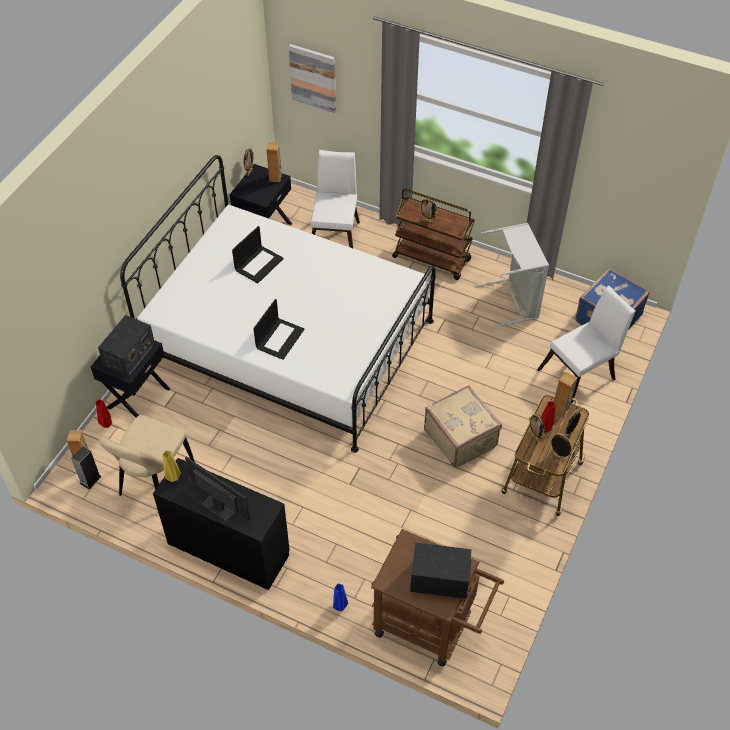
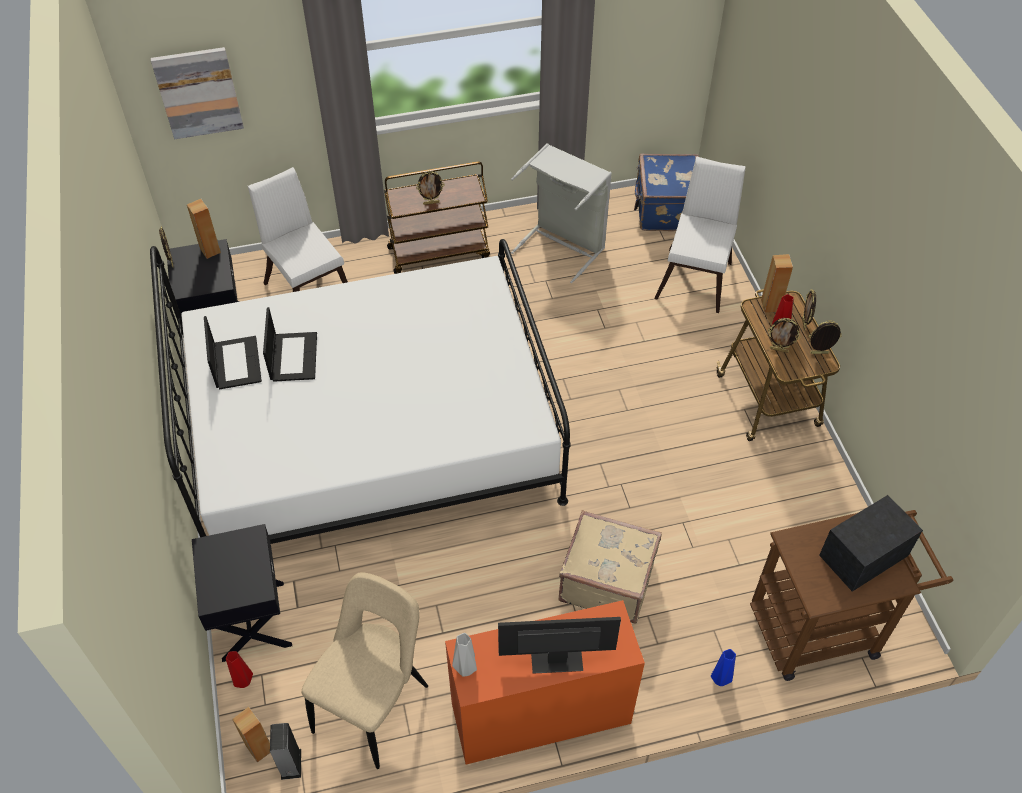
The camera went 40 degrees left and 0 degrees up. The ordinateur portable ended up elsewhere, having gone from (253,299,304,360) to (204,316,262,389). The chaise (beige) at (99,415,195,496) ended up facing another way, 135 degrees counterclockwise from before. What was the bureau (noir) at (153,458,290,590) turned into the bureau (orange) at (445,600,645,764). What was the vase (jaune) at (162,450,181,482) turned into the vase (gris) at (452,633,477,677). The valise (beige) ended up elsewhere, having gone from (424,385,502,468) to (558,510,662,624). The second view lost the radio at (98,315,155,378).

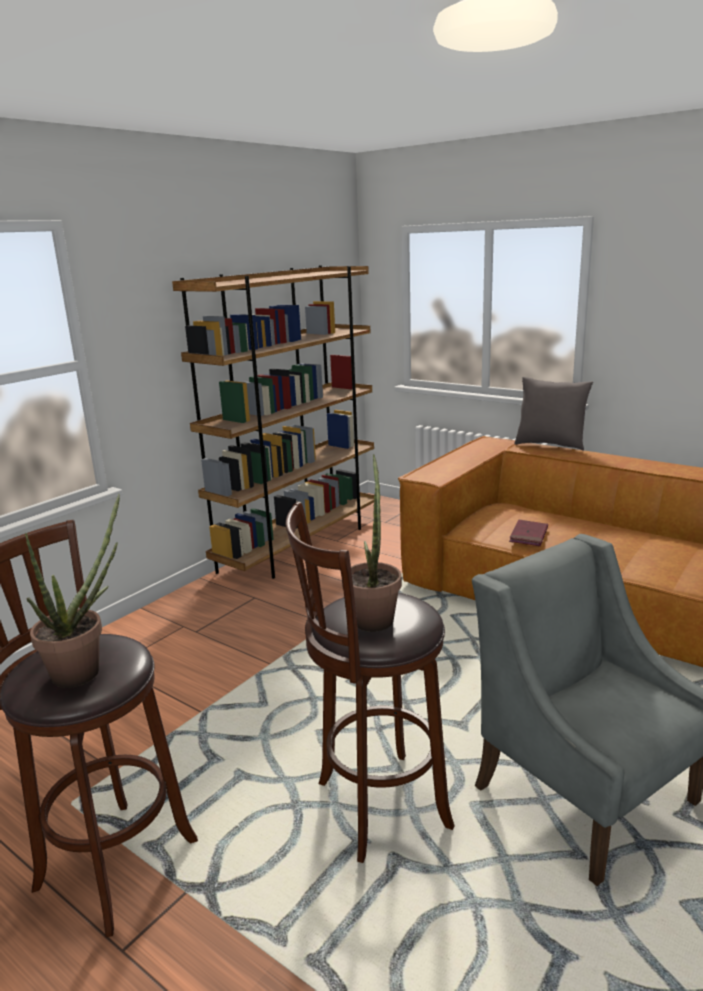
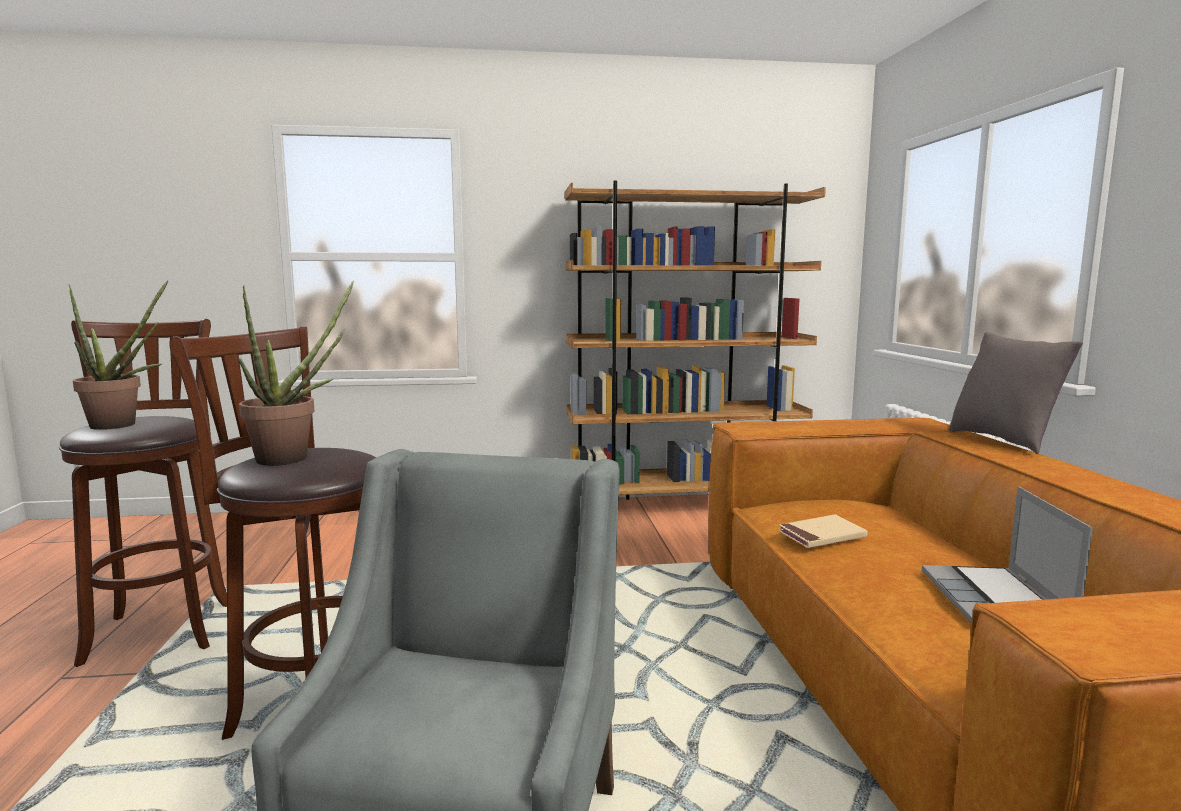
The camera went 45 degrees right and 10 degrees down. What was the livre (rouge) at (509,520,548,546) turned into the livre (beige) at (779,514,867,548). The second view gained the ordinateur portable at (922,486,1093,624).

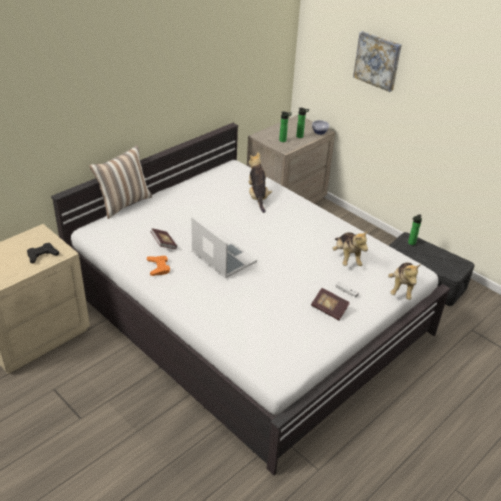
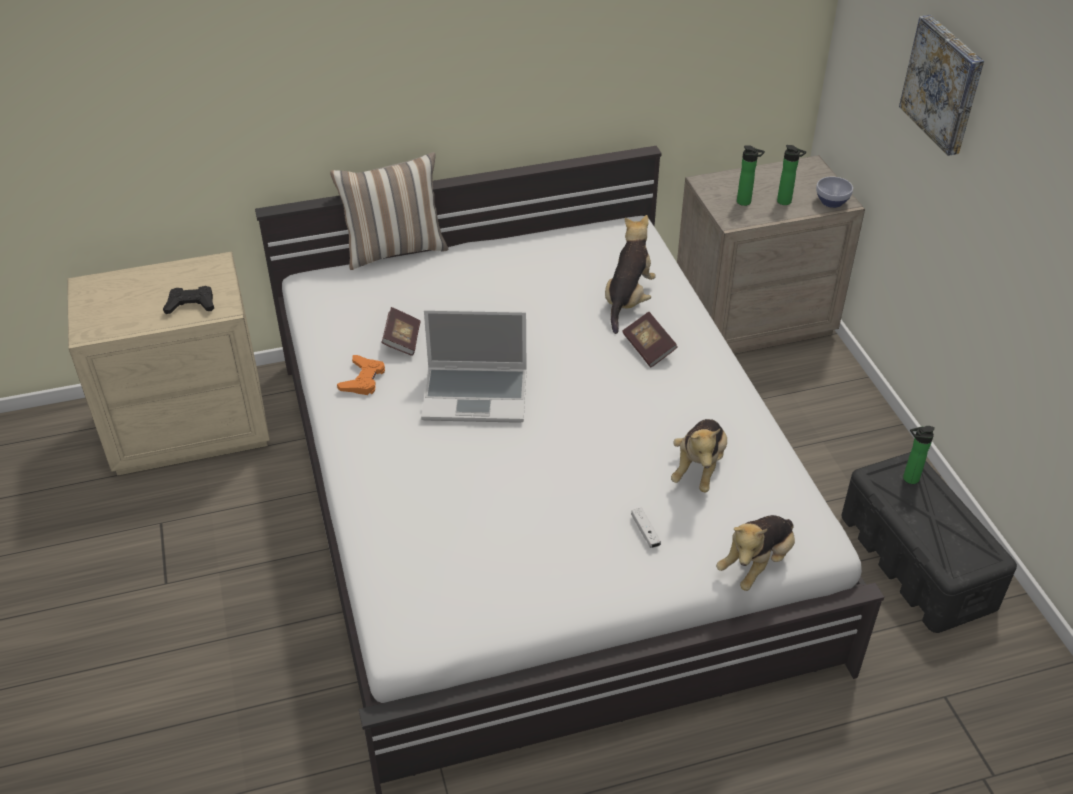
The camera went 30 degrees right and 5 degrees up. The ordinateur portable at (191,217,257,278) ended up facing another way, 105 degrees clockwise from before. The livre ended up elsewhere, having gone from (311,288,350,321) to (622,312,678,367).

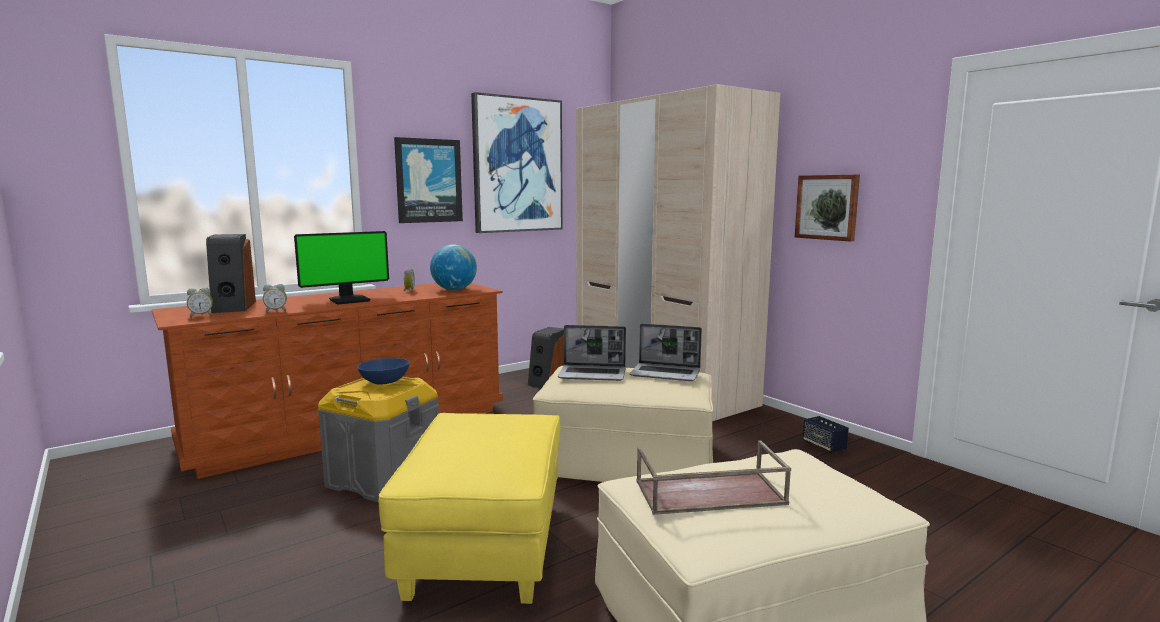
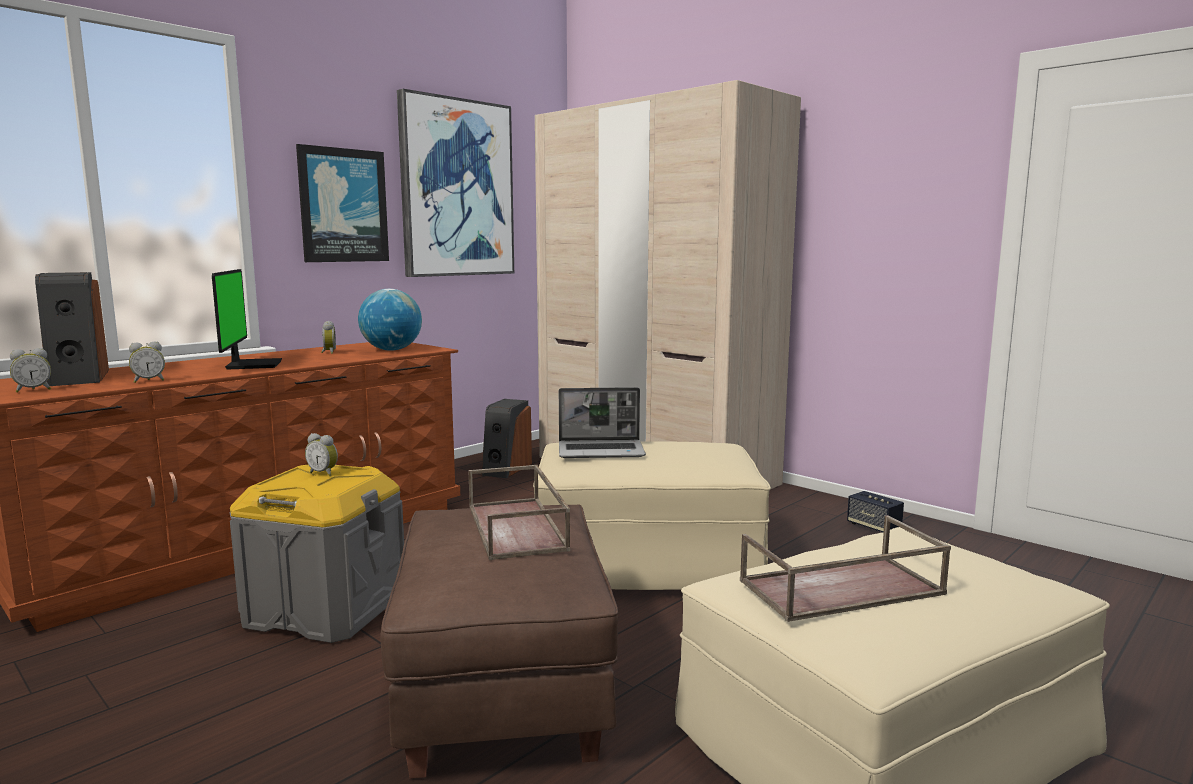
The camera went 10 degrees left and 0 degrees up. The écran d'ordinateur at (294,231,389,305) ended up facing another way, 60 degrees counterclockwise from before. Where the bol (bleu) stood at (357,358,410,385), the réveil came to stand at (305,433,338,476). What was the pouf (jaune) at (379,413,560,604) turned into the pouf (marron) at (381,504,618,779). The second view gained the plateau (marron) at (468,465,570,560). The second view lost the ordinateur portable at (630,323,702,381). The second view lost the tableau at (795,174,860,242).

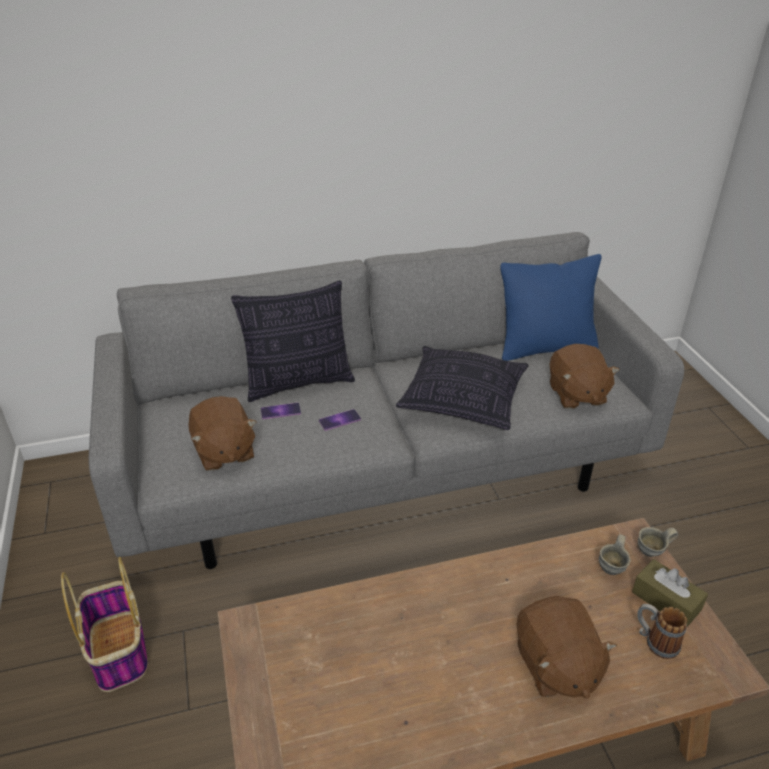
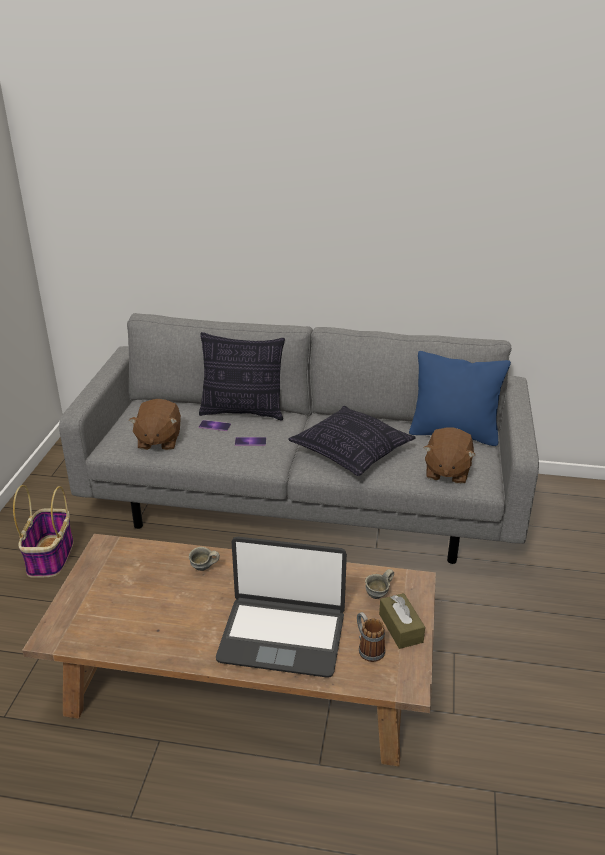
The camera went 25 degrees right and 5 degrees down. The mug (gris) ended up elsewhere, having gone from (638,527,678,557) to (189,547,220,571). Where the peluche (marron) stood at (516,596,617,699), the ordinateur portable came to stand at (216,537,347,678).

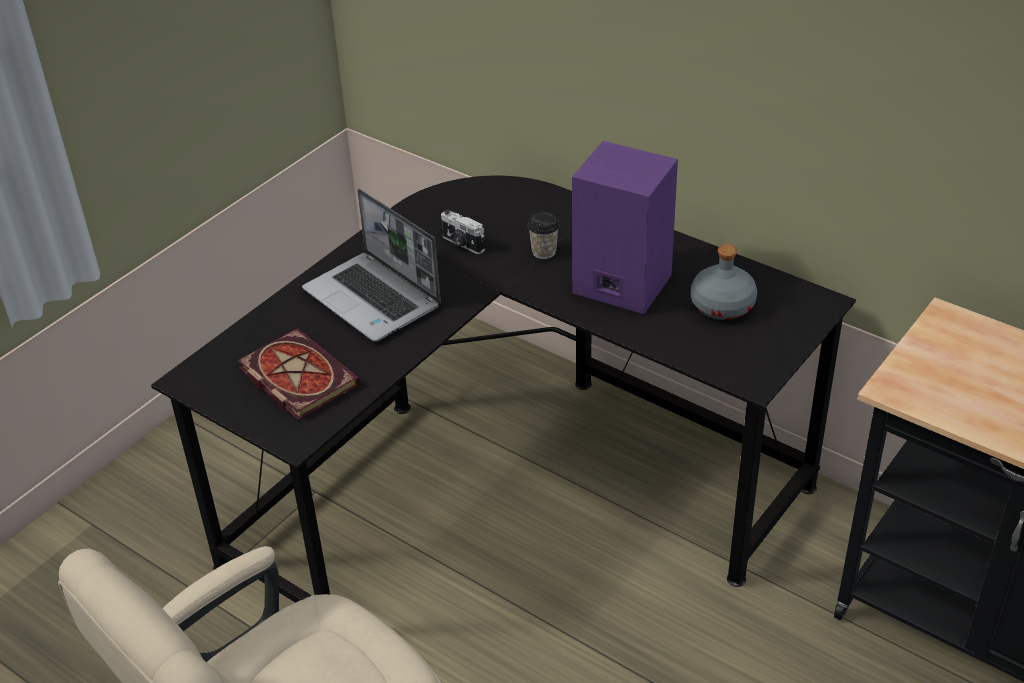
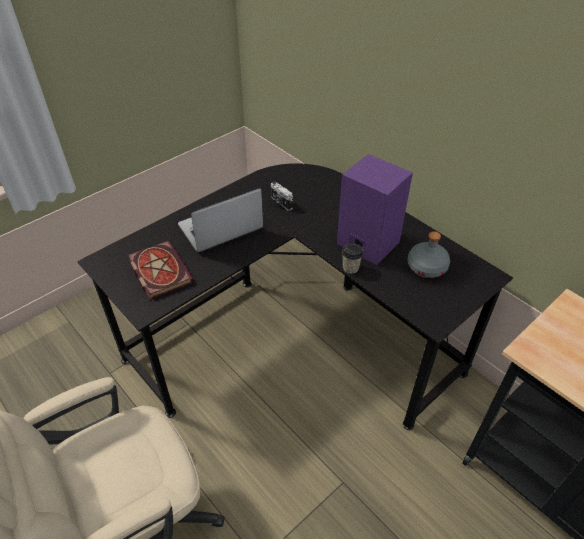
The camera went 10 degrees right and 5 degrees up. The ordinateur portable at (302,189,441,342) ended up facing another way, 90 degrees clockwise from before. The tasse ended up elsewhere, having gone from (528,212,559,259) to (342,243,363,274).

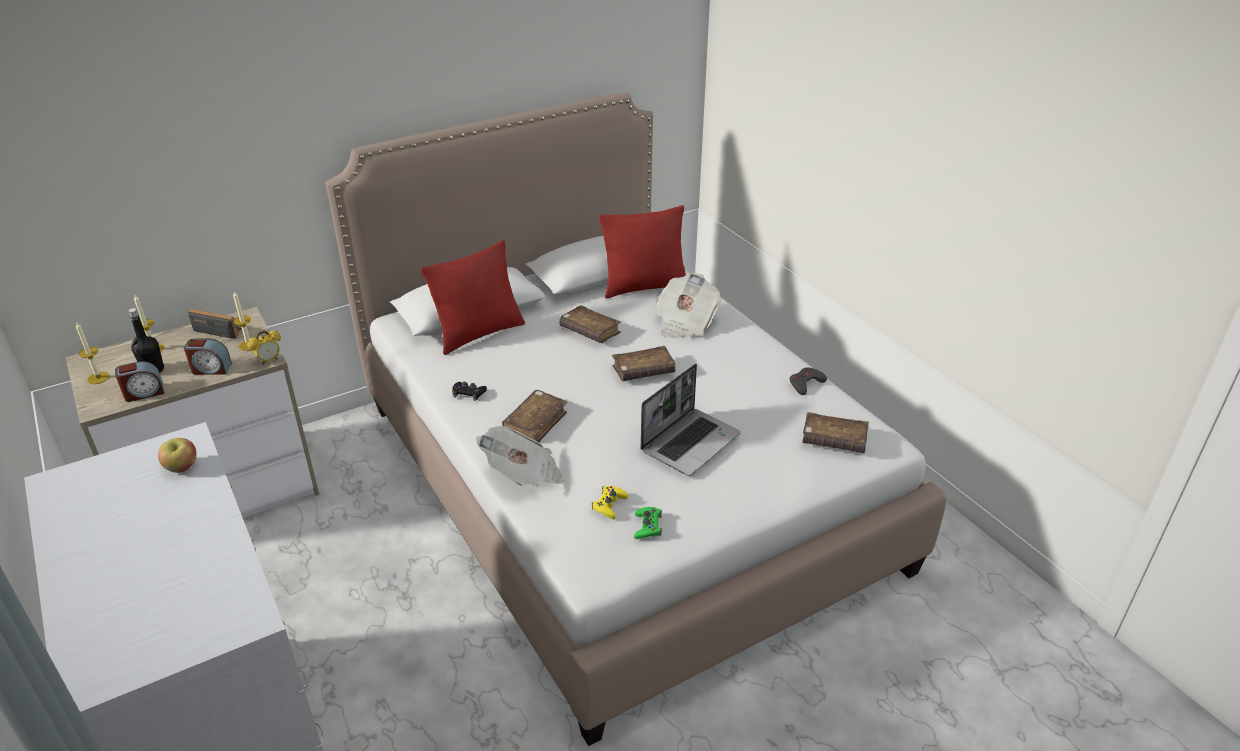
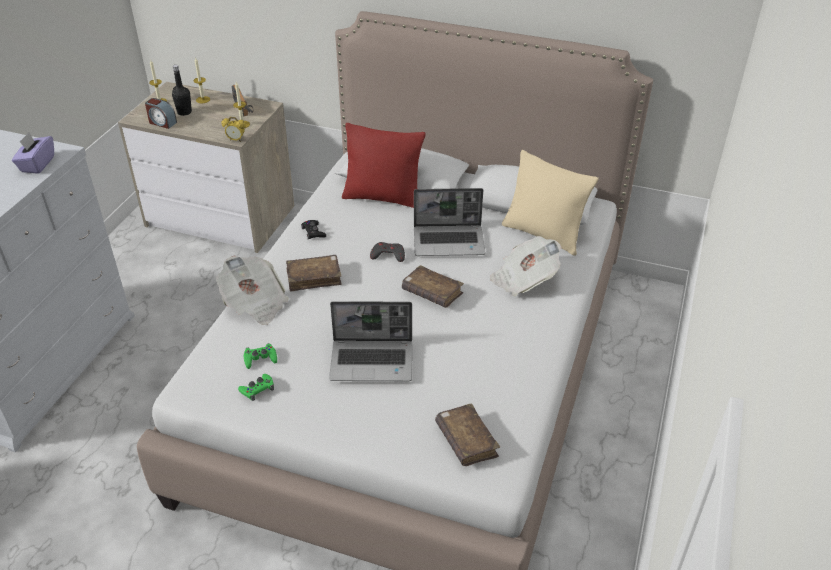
The camera went 50 degrees right and 5 degrees up. Where the pomme stood at (158,438,197,473), the boîte à mouchoirs (violet) came to stand at (12,133,54,174). What was the manette (jaune) at (592,486,628,519) turned into the manette (vert) at (244,343,277,369). The manette (gris) ended up elsewhere, having gone from (789,367,827,395) to (370,242,405,262). Where the livre (marron) stood at (559,305,621,343), the ordinateur portable came to stand at (414,188,485,256). What was the coussin (rouge) at (599,205,686,298) turned into the coussin (beige) at (502,150,599,256). The second view lost the réveil at (184,339,232,375).

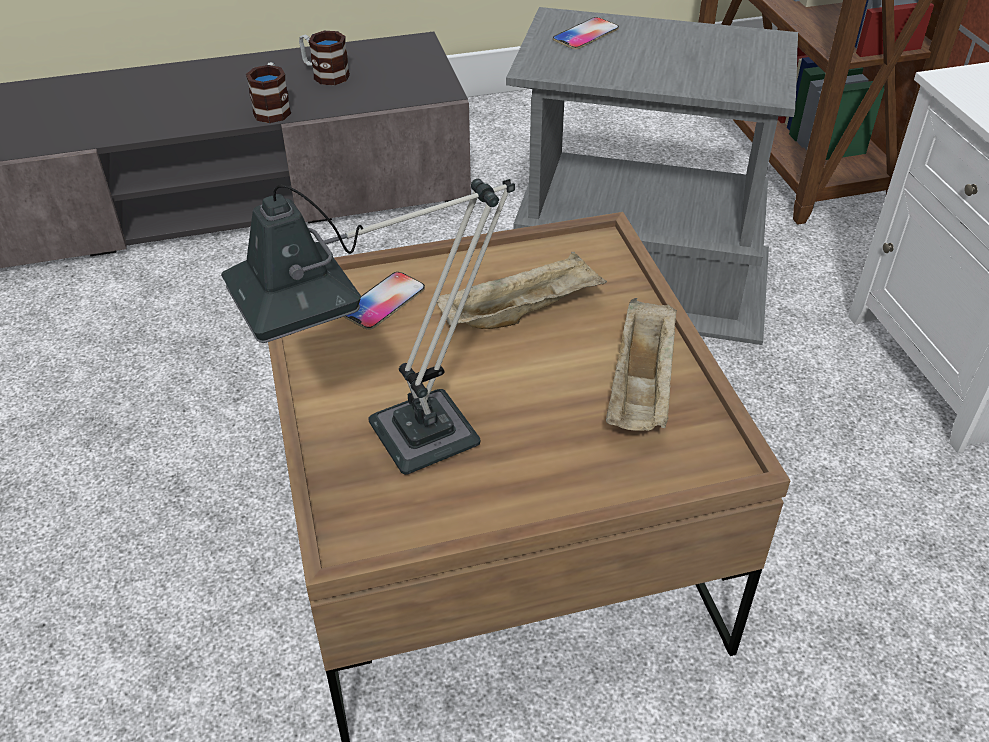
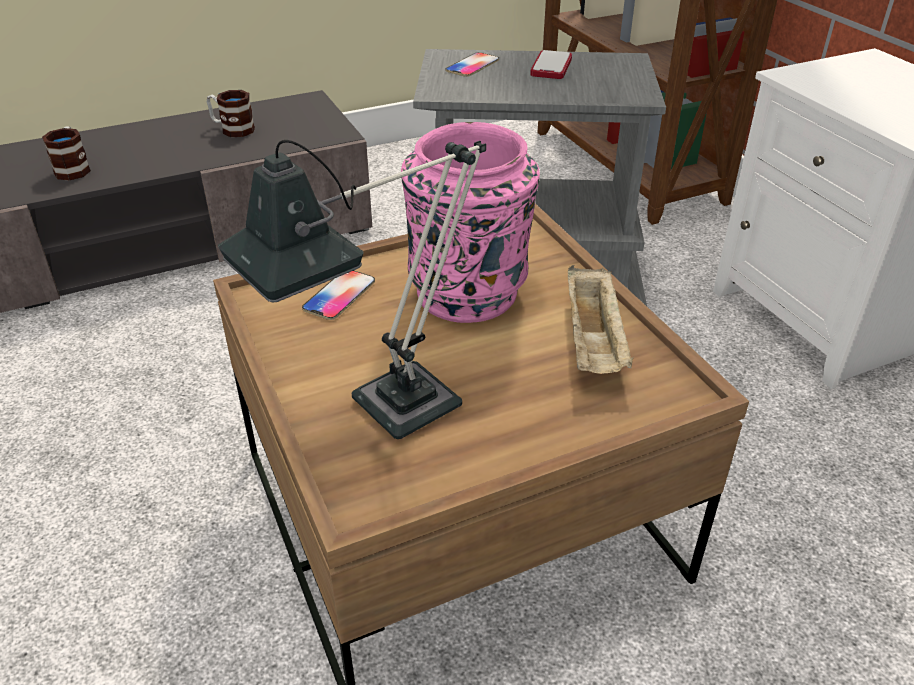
The camera went 10 degrees left and 5 degrees down. The mug ended up elsewhere, having gone from (246,62,291,123) to (42,126,91,181). Where the plateau (beige) stood at (437,252,607,329), the vase (rose) came to stand at (401,122,540,323). The second view gained the téléphone at (530,50,572,79).

